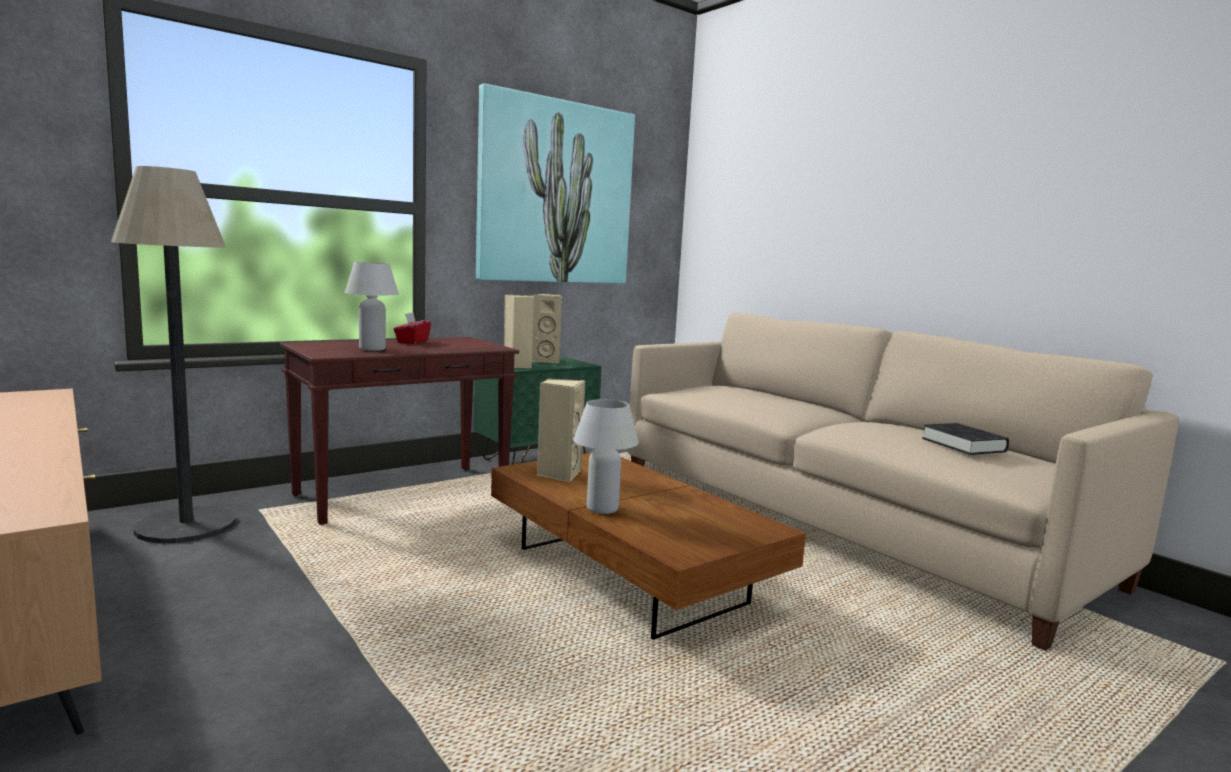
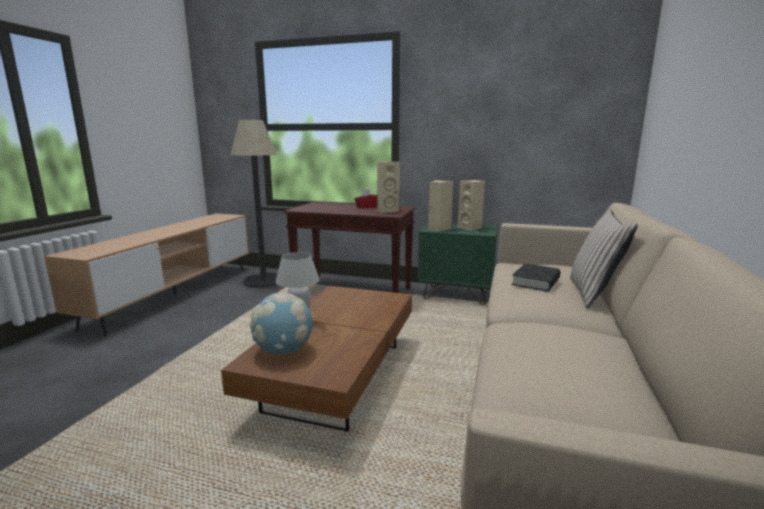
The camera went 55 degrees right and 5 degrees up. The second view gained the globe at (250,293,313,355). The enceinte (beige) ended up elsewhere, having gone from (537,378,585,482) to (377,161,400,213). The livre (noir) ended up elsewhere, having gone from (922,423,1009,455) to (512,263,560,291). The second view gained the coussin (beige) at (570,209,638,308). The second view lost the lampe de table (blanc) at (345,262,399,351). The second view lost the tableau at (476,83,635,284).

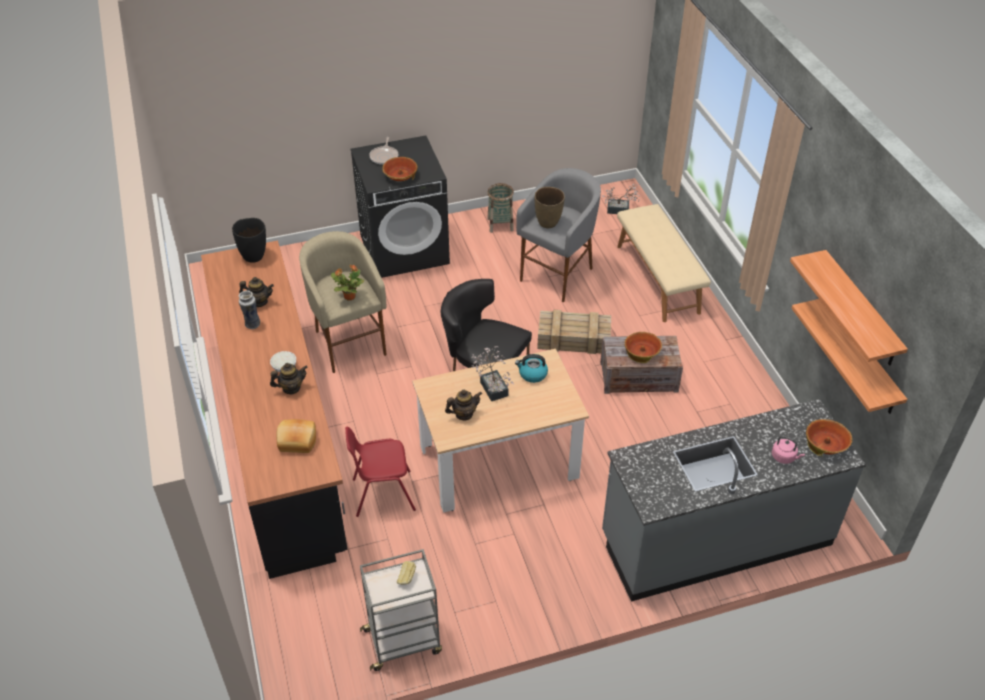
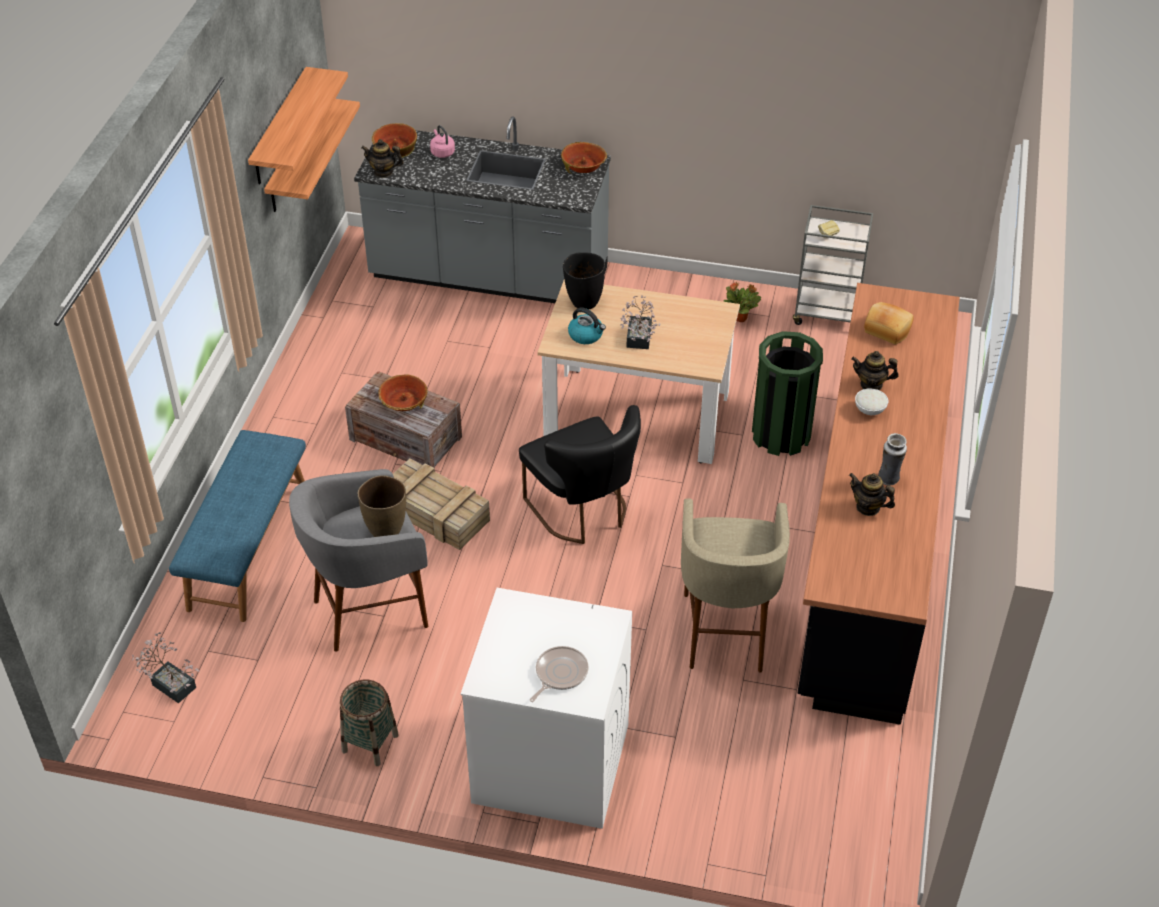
The camera went 150 degrees left and 0 degrees up. What was the banc (beige) at (617,204,711,322) turned into the banc (bleu) at (169,430,306,622). The théière ended up elsewhere, having gone from (445,390,482,421) to (361,139,404,177). What was the lave-linge (noir) at (351,136,450,278) turned into the lave-linge (blanc) at (461,588,632,829). The bol ended up elsewhere, having gone from (382,157,418,181) to (561,142,607,174). The vase (noir) ended up elsewhere, having gone from (232,218,266,263) to (563,252,605,310). The plante en pot ended up elsewhere, having gone from (331,265,365,301) to (724,282,761,322). Where the chaise (rouge) stood at (345,427,416,517), the poubelle (vert) came to stand at (752,331,823,456).

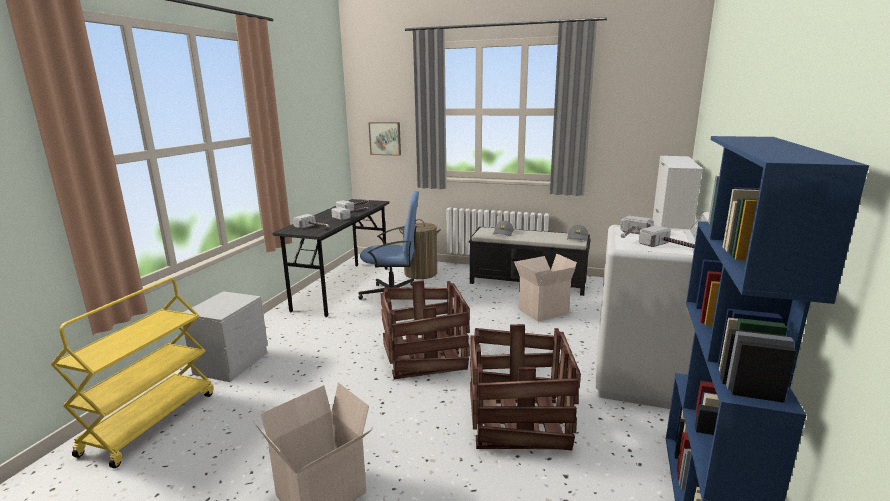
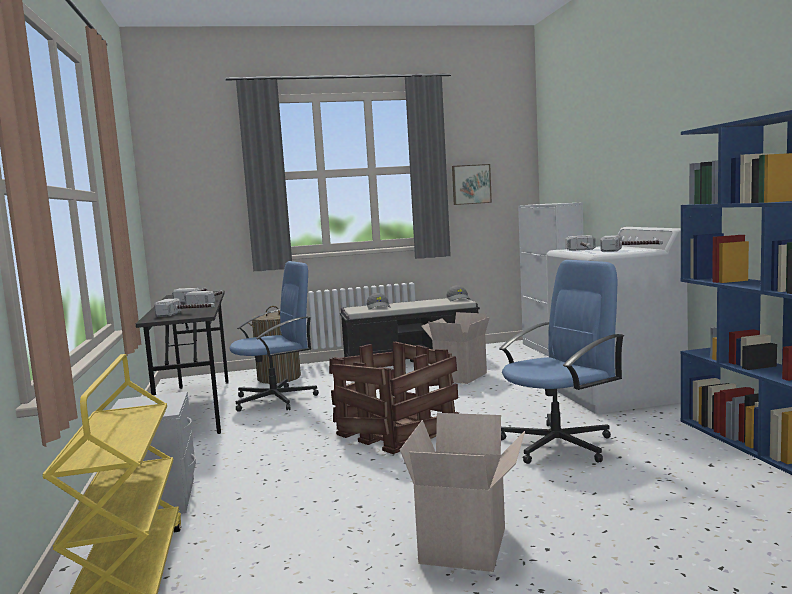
The camera went 30 degrees left and 10 degrees down. The tableau ended up elsewhere, having gone from (368,122,401,156) to (452,164,492,205). Where the caisse stood at (470,324,581,450), the chaise de bureau (bleu) came to stand at (499,260,625,464).

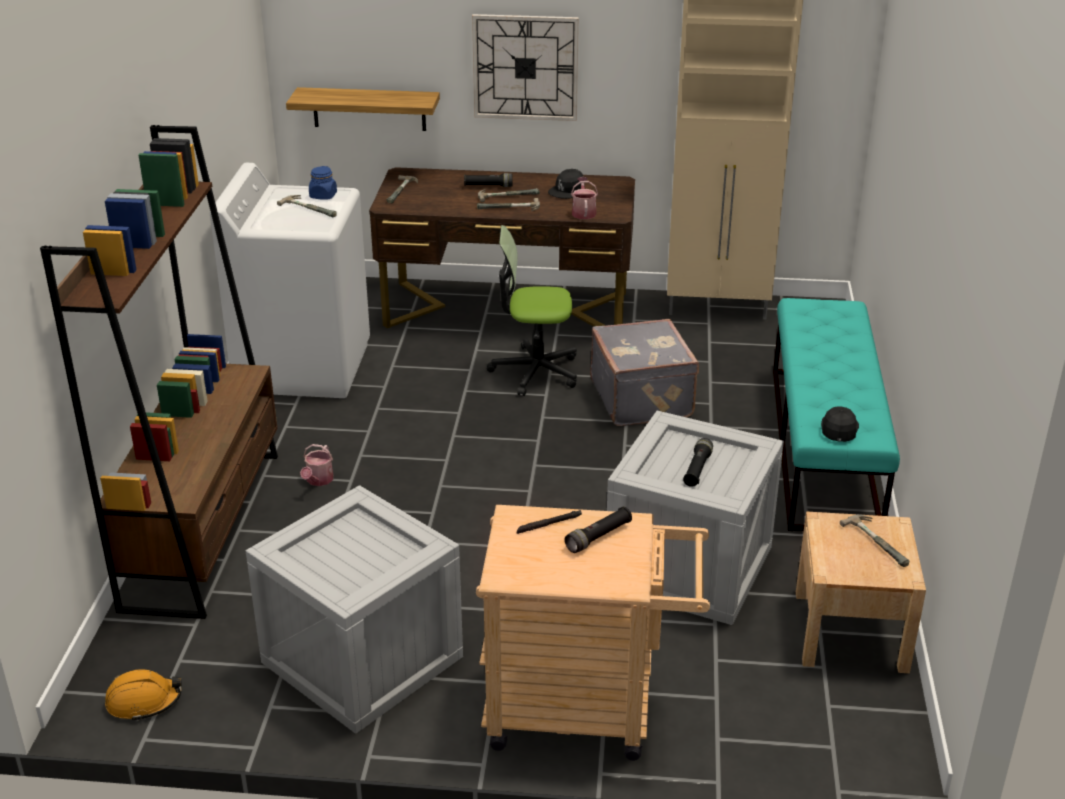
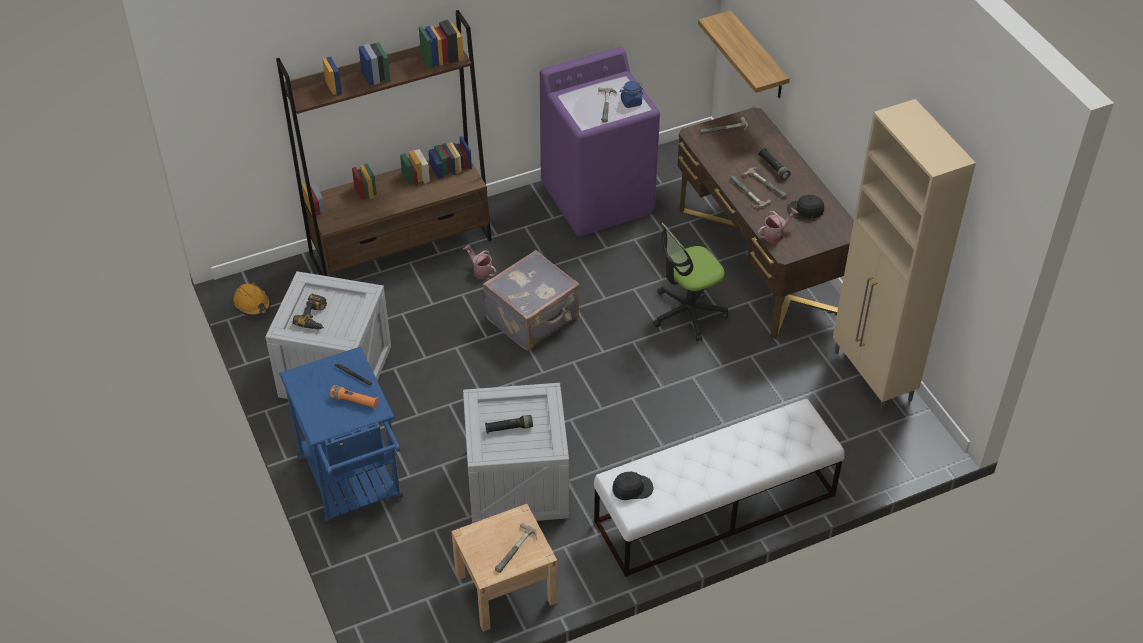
The camera went 60 degrees right and 15 degrees up. What was the chariot (beige) at (476,505,710,761) turned into the chariot (bleu) at (279,346,403,524). The second view gained the perceuse at (293,294,327,330). What was the lampe de poche (noir) at (565,507,632,553) turned into the lampe de poche (orange) at (330,385,379,409). The arrosoir at (300,444,333,486) ended up facing another way, 60 degrees clockwise from before. The valise (gris) ended up elsewhere, having gone from (590,319,699,426) to (483,250,580,351). What was the lave-linge (blanc) at (210,163,370,398) turned into the lave-linge (violet) at (540,47,660,237). What was the banc (turquoise) at (773,298,900,531) turned into the banc (blanc) at (594,398,845,577). The chaise de bureau at (487,225,577,396) ended up facing another way, 90 degrees counterclockwise from before. The second view lost the horloge murale at (472,14,579,121).

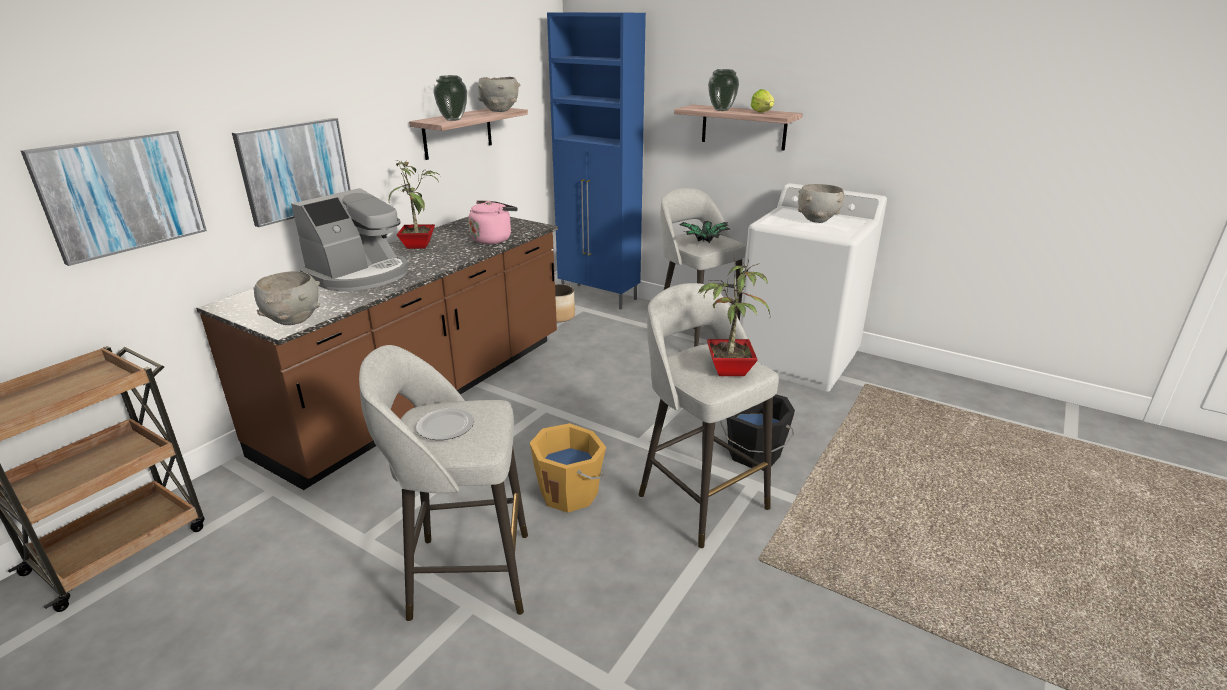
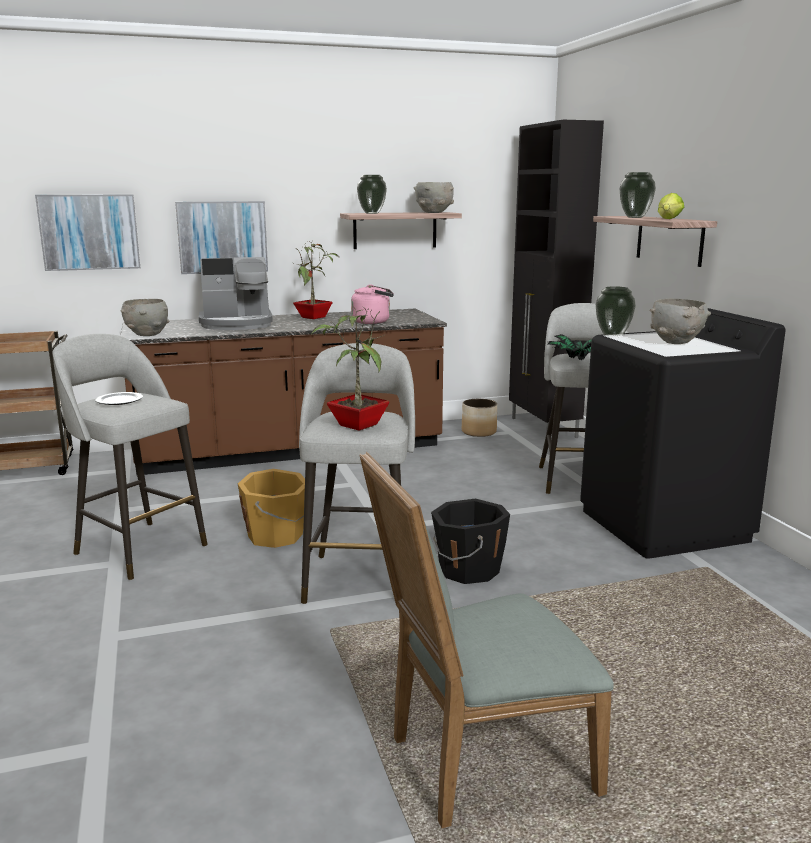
The camera went 40 degrees right and 10 degrees down. The second view gained the chaise (gris) at (359,452,614,828). What was the meuble de rangement (bleu) at (547,12,646,309) turned into the meuble de rangement (noir) at (509,120,604,438). What was the lave-linge (blanc) at (740,183,887,392) turned into the lave-linge (noir) at (580,308,786,559). The second view gained the vase at (596,286,636,337).

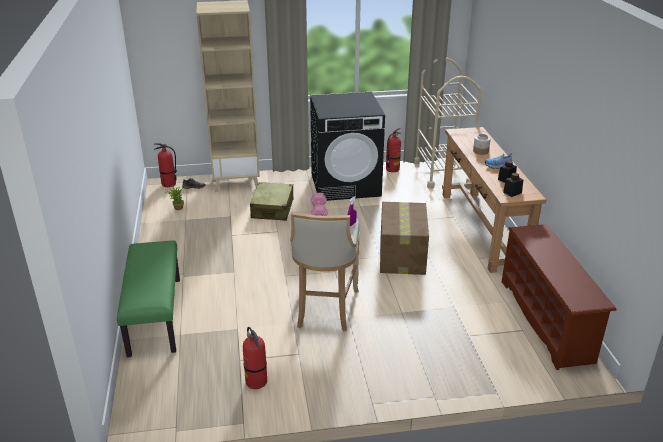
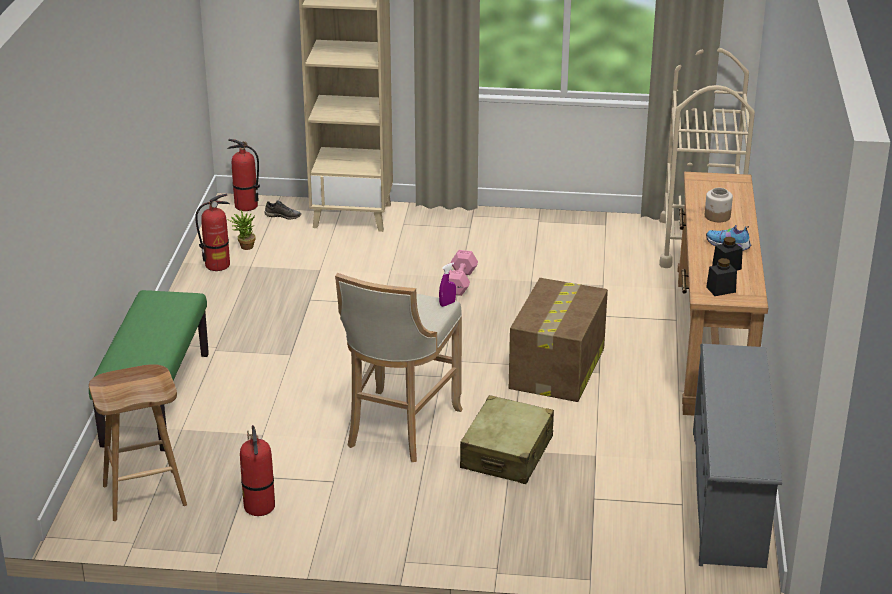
The camera went 15 degrees right and 0 degrees up. The second view gained the tabouret (marron) at (89,364,187,521). The extincteur ended up elsewhere, having gone from (386,128,401,172) to (195,194,230,271). The valise (beige) ended up elsewhere, having gone from (250,182,294,221) to (460,395,554,484). What was the étagère à chaussures (marron) at (502,224,617,370) turned into the étagère à chaussures (gris) at (693,344,782,568). The second view lost the lave-linge (noir) at (310,92,385,201).

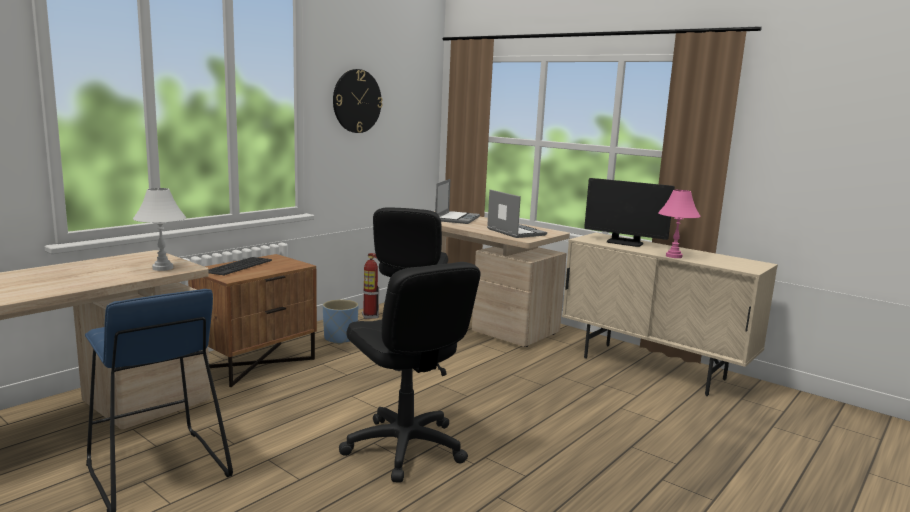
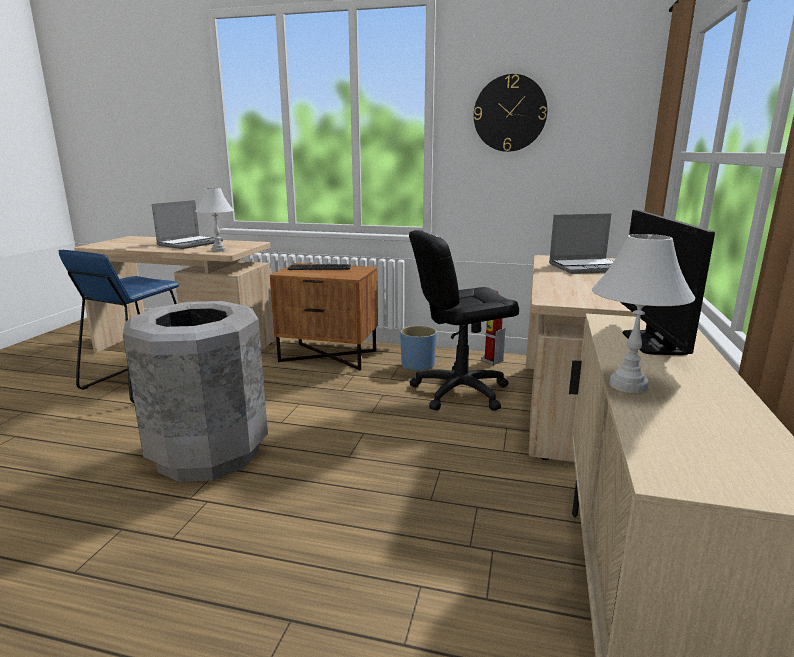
The camera went 65 degrees right and 5 degrees up. Where the chaise de bureau (noir) stood at (339,262,480,483), the poubelle (gris) came to stand at (123,301,268,482). The ordinateur portable ended up elsewhere, having gone from (487,189,547,238) to (152,200,223,249). What was the lampe de table (rose) at (658,190,701,258) turned into the lampe de table (blanc) at (592,234,695,393).

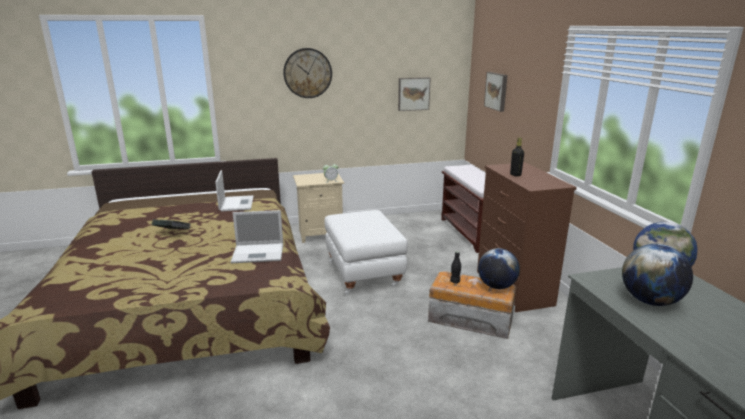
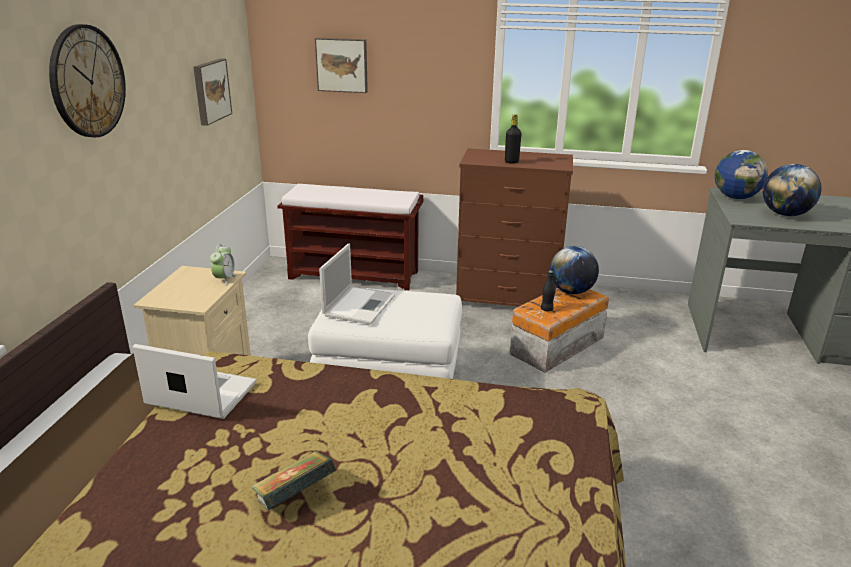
The camera went 65 degrees left and 5 degrees up. The ordinateur portable ended up elsewhere, having gone from (231,210,283,263) to (319,243,395,325).

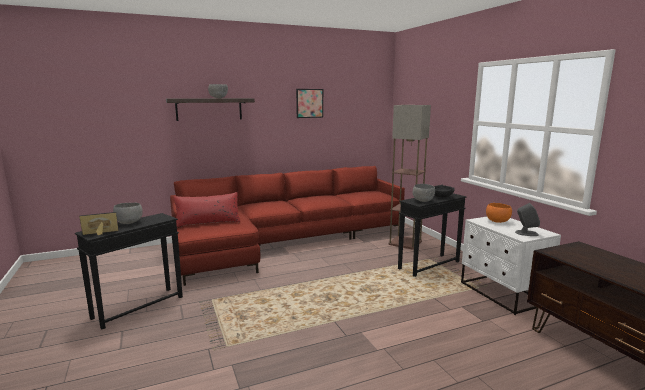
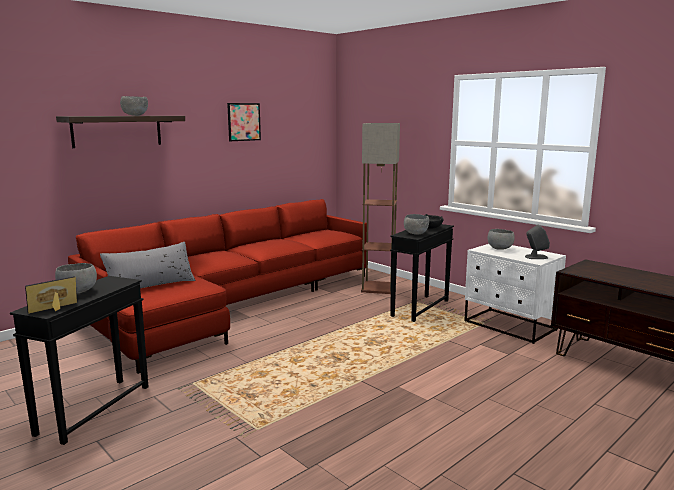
The camera went 20 degrees left and 0 degrees up. What was the coussin (rouge) at (174,192,240,227) turned into the coussin (gris) at (100,242,195,288). What was the bol (orange) at (486,203,512,223) turned into the bol (gris) at (487,229,515,250).

